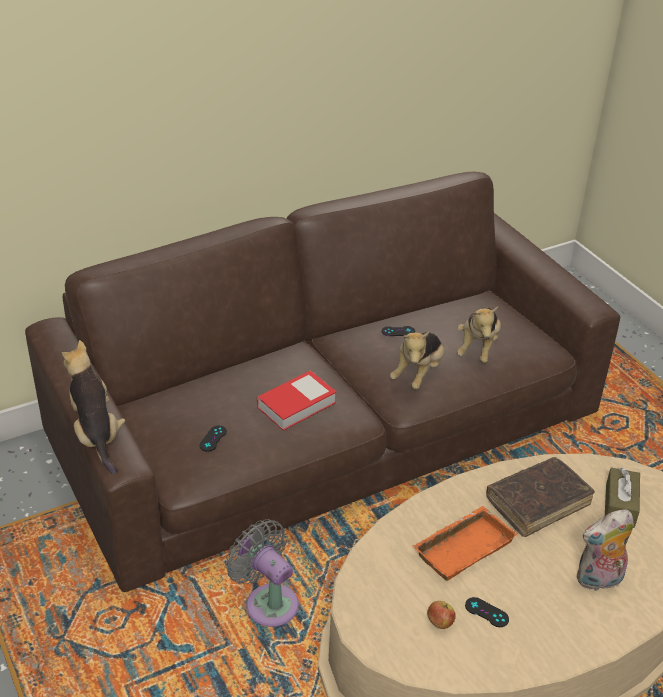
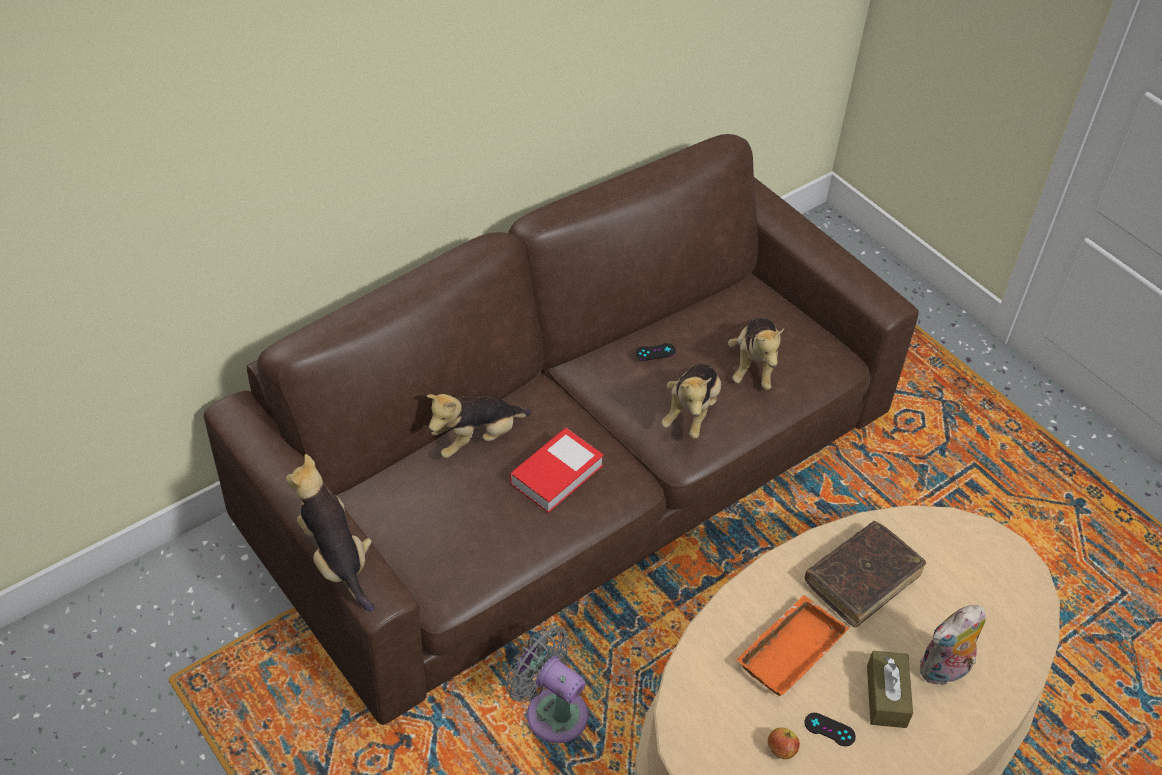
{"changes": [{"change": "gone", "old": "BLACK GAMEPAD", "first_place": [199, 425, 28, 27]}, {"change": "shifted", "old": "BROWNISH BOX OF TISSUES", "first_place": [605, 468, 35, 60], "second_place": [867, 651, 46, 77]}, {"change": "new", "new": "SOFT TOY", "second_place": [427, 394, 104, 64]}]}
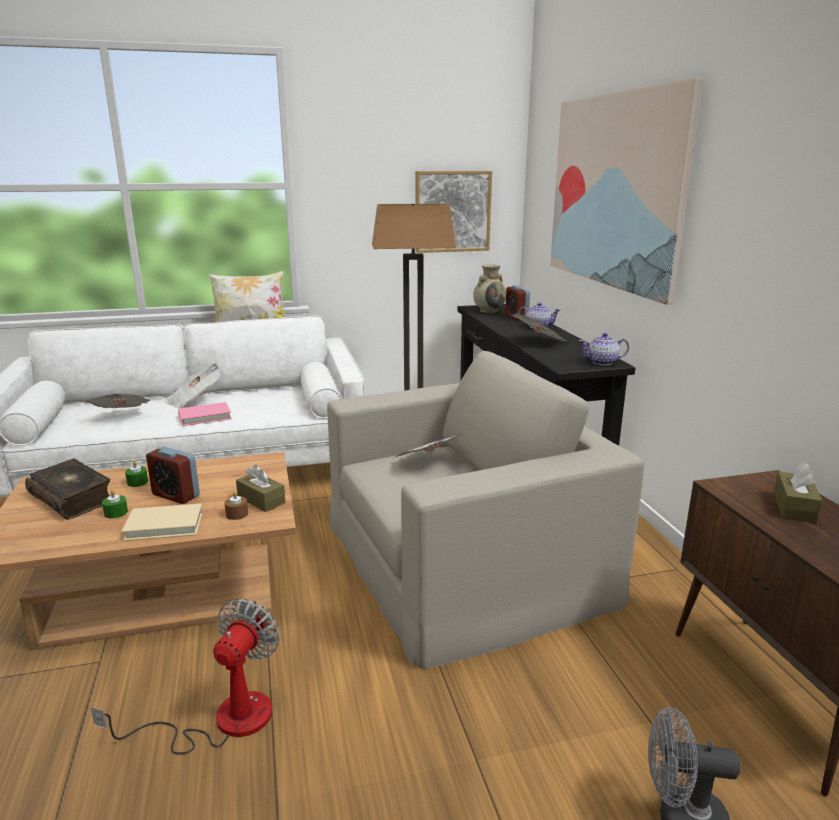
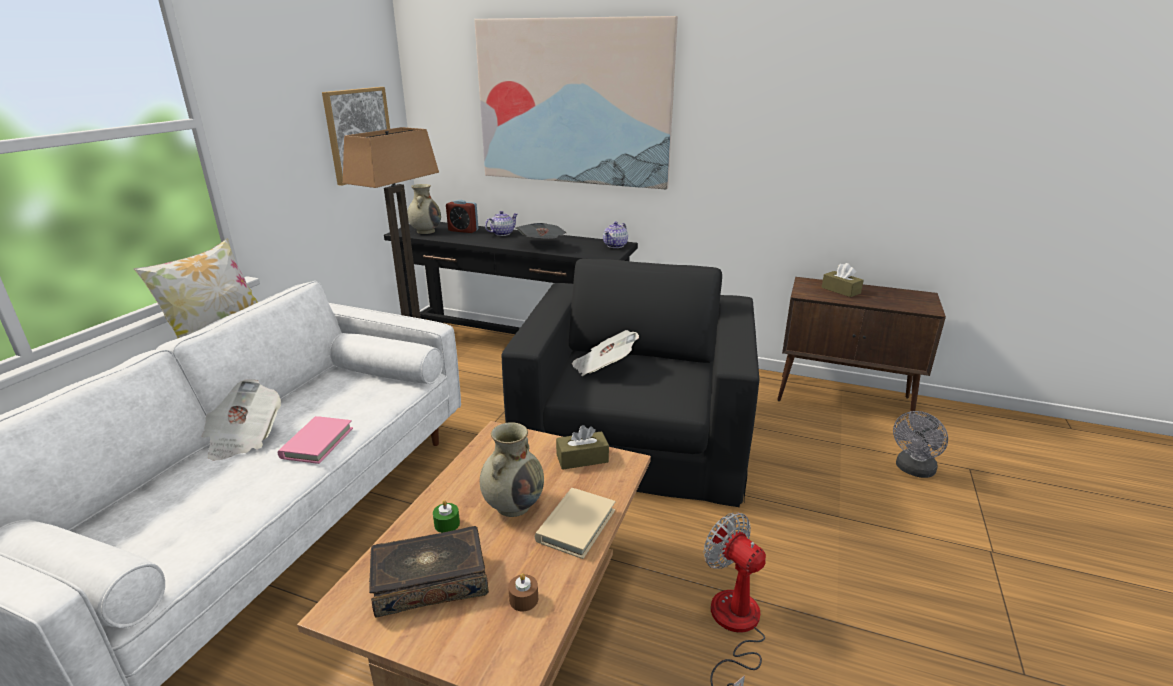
{"changes": [{"change": "gone", "old": "PRINTED PAPER", "first_place": [86, 394, 64, 14]}, {"change": "gone", "old": "GREEN-COLOURED WAX CANDLE", "first_place": [102, 490, 26, 29]}, {"change": "swapped", "old": "TABLE CLOCK", "new": "SAND-COLOURED FLOWER VASE", "first_place": [146, 447, 54, 57], "second_place": [480, 422, 64, 95]}, {"change": "shifted", "old": "BROWNISH WAX CANDLE", "first_place": [224, 491, 24, 29], "second_place": [508, 573, 30, 38]}, {"change": "repainted", "old": "SAND-COLOURED LOUNGE CHAIR", "new": "BLACK LOUNGE CHAIR", "first_place": [327, 351, 317, 319], "second_place": [502, 259, 257, 248]}]}
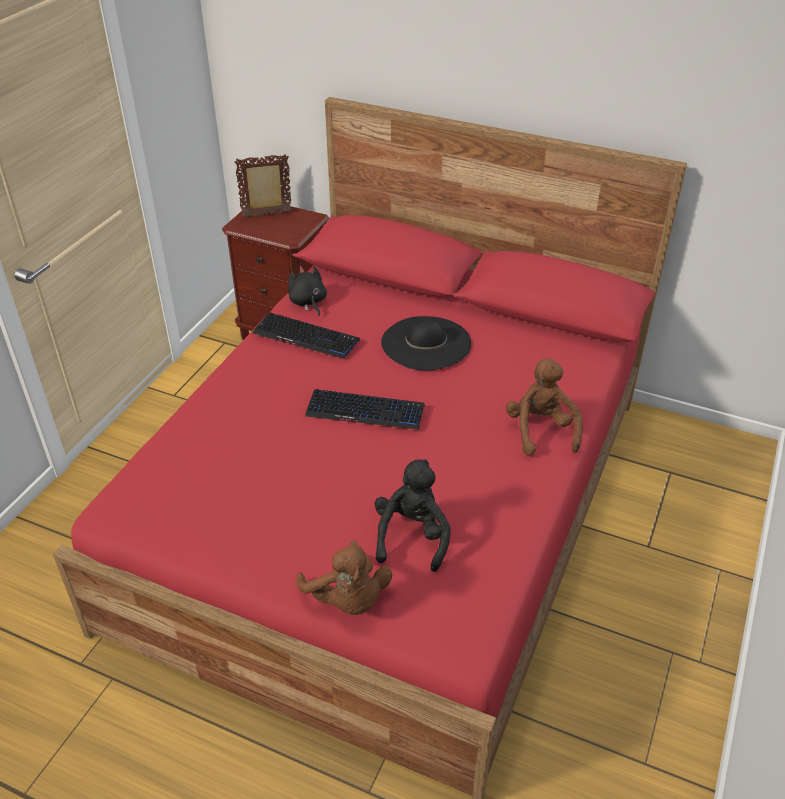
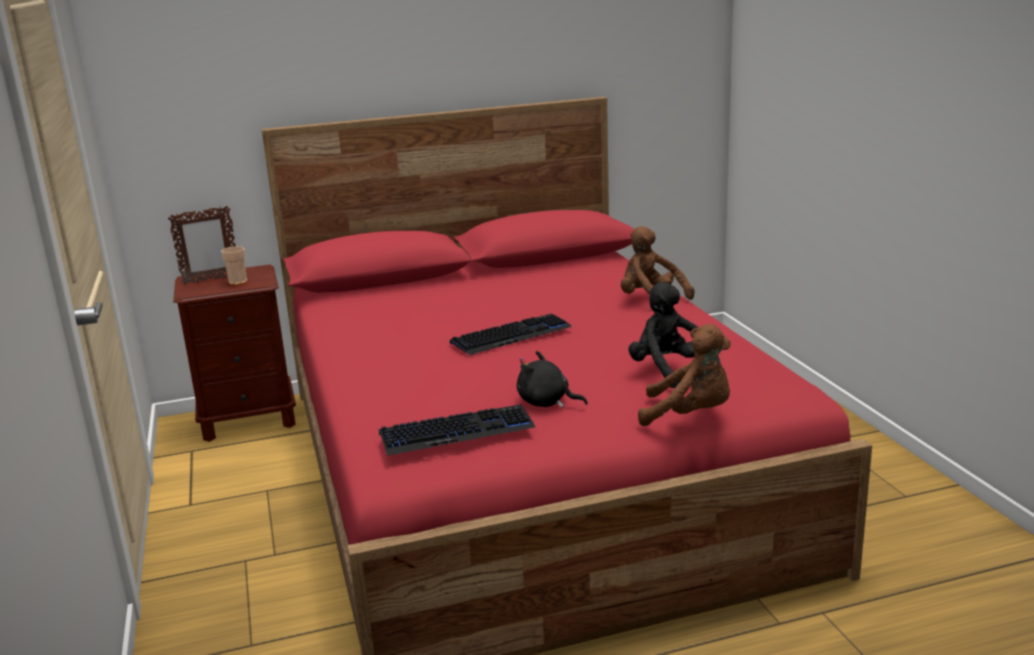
{"changes": [{"change": "rotated", "old": "PICTURE FRAME", "first_place": [234, 154, 58, 64], "second_place": [168, 206, 68, 79], "degrees": -150}, {"change": "shifted", "old": "KEYBOARD", "first_place": [253, 312, 107, 47], "second_place": [379, 404, 156, 52]}, {"change": "shifted", "old": "BLACK SOFT TOY", "first_place": [288, 266, 39, 50], "second_place": [517, 351, 71, 57]}, {"change": "gone", "old": "BLACK CLOTHING HAT", "first_place": [381, 316, 90, 55]}, {"change": "new", "new": "CUP", "second_place": [221, 246, 26, 39]}]}
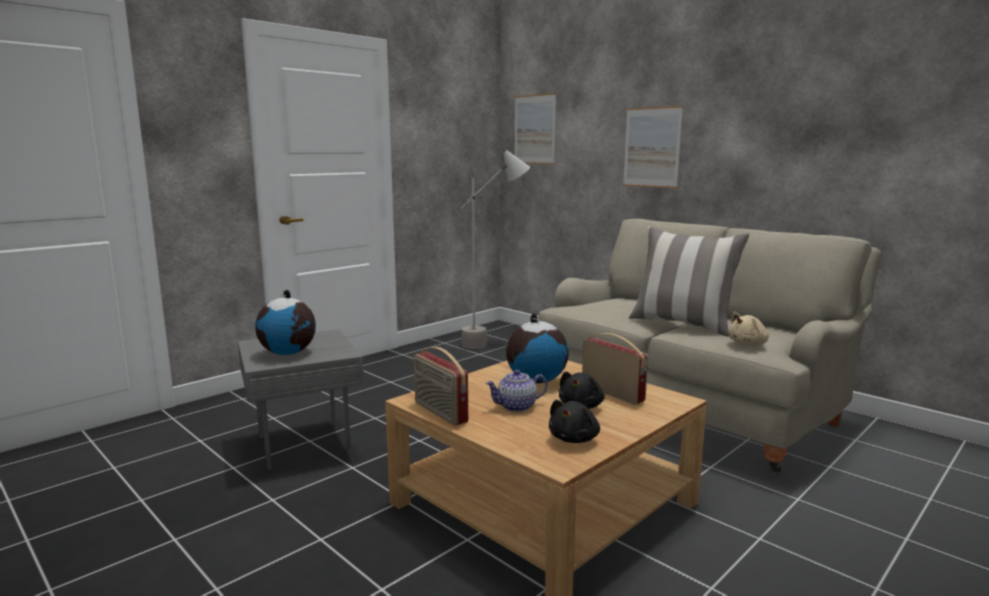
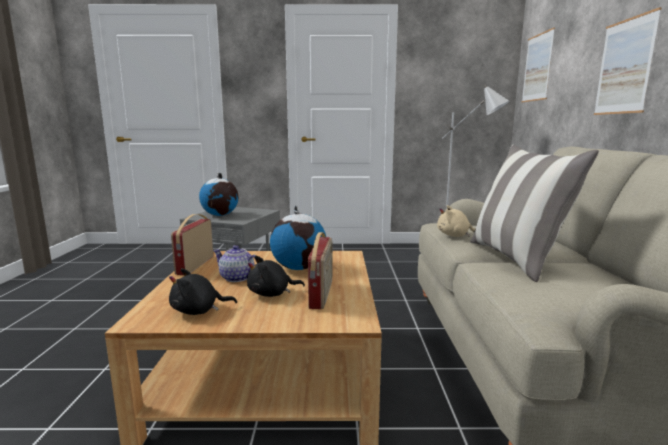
{"changes": [{"change": "shifted", "old": "SAND-COLOURED SOFT TOY", "first_place": [728, 312, 41, 34], "second_place": [437, 205, 38, 32]}]}
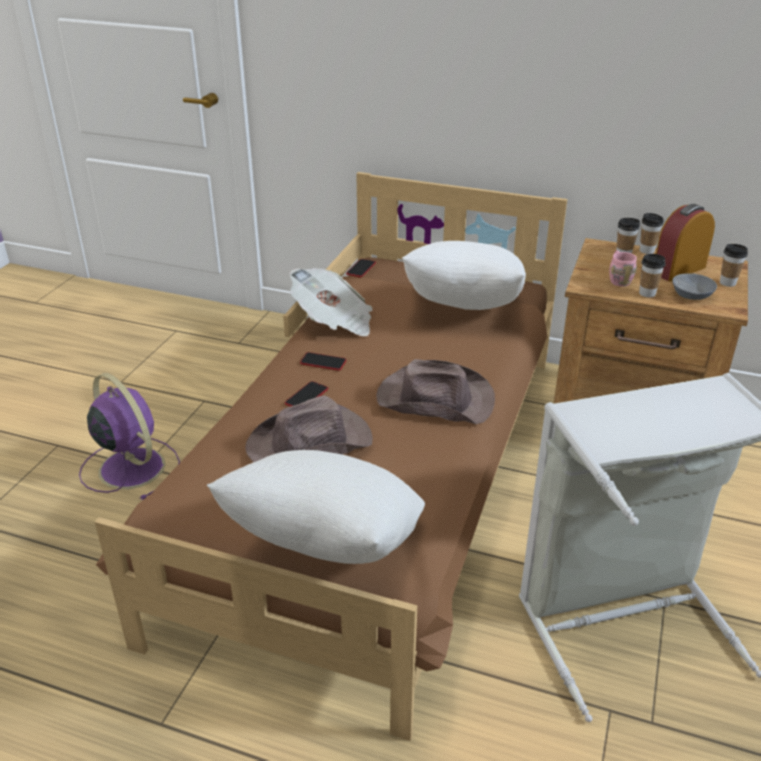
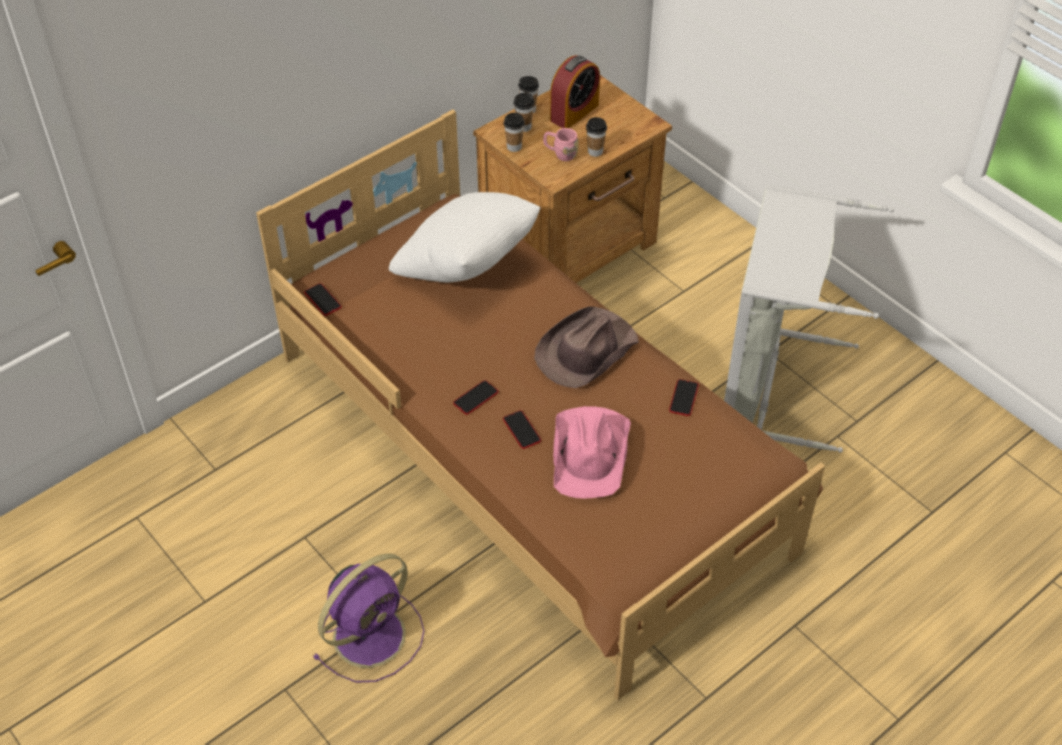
{"changes": [{"change": "rotated", "old": "PURPLISH ELECTRIC FAN", "first_place": [79, 373, 101, 127], "second_place": [313, 553, 111, 130], "degrees": 150}, {"change": "gone", "old": "WHITE CUSHION", "first_place": [207, 450, 218, 114]}, {"change": "repainted", "old": "BROWNISH CLOTHING HAT", "new": "PINK-COLOURED CLOTHING HAT", "first_place": [245, 395, 128, 67], "second_place": [553, 406, 78, 93]}, {"change": "gone", "old": "PRINTED PAPER", "first_place": [290, 268, 83, 69]}, {"change": "rotated", "old": "TABLE CLOCK", "first_place": [656, 204, 59, 78], "second_place": [550, 55, 50, 73], "degrees": -135}, {"change": "gone", "old": "GREY BOWL", "first_place": [673, 273, 44, 27]}, {"change": "shifted", "old": "CUP", "first_place": [720, 244, 28, 43], "second_place": [503, 113, 22, 39]}, {"change": "new", "new": "TELEPHONE", "second_place": [669, 379, 30, 37]}]}
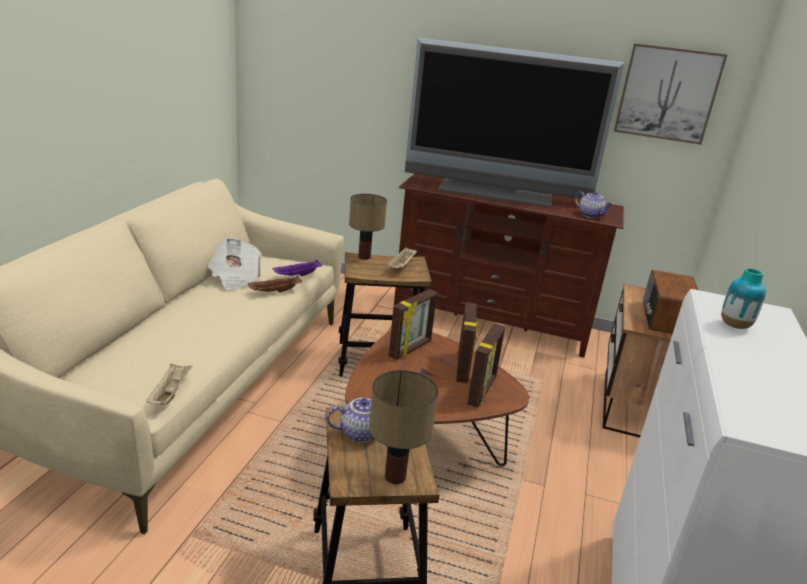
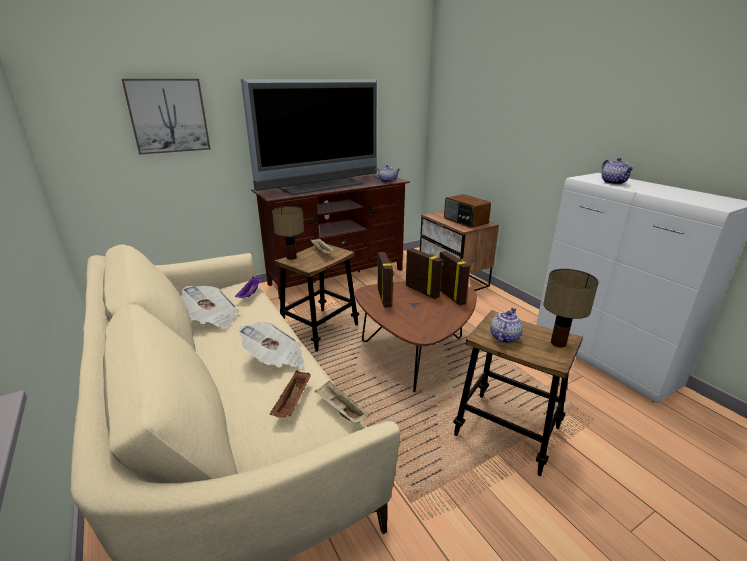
{"changes": [{"change": "shifted", "old": "BROWNISH SERVING TRAY", "first_place": [248, 276, 54, 17], "second_place": [270, 370, 41, 47]}, {"change": "shifted", "old": "PICTURE", "first_place": [614, 43, 113, 102], "second_place": [122, 79, 88, 76]}, {"change": "swapped", "old": "FLOWER VASE", "new": "TEA POT", "first_place": [721, 268, 45, 61], "second_place": [602, 158, 32, 27]}, {"change": "new", "new": "PRINTED PAPER", "second_place": [239, 322, 65, 46]}]}
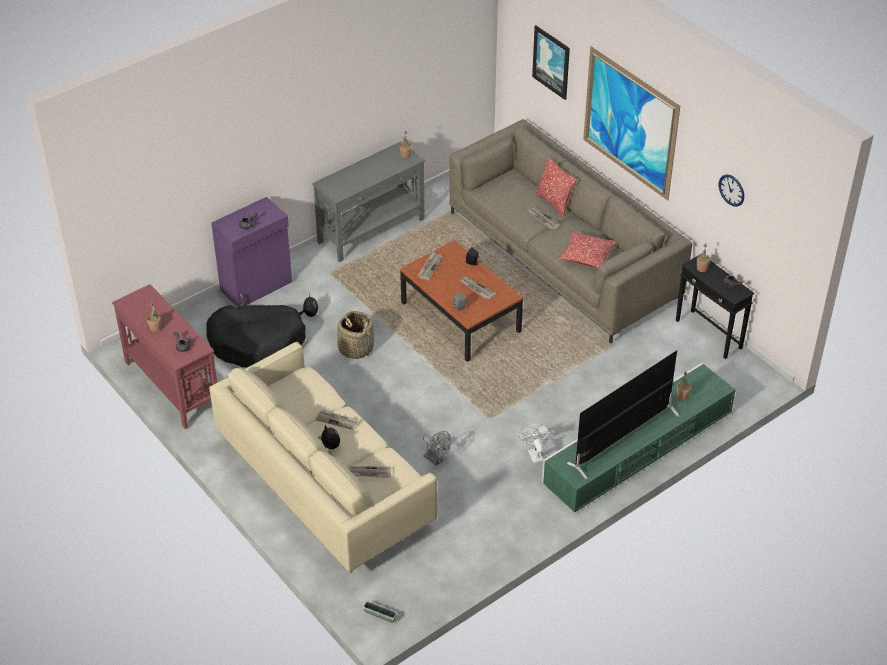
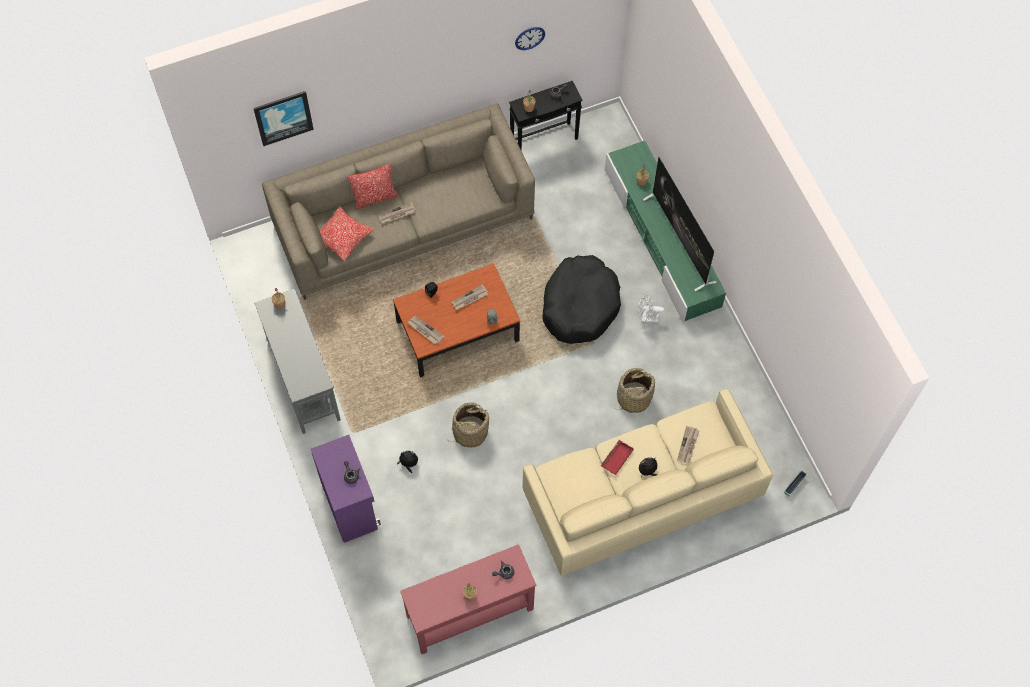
{"changes": [{"change": "shifted", "old": "BLACK DOG CUSHION", "first_place": [206, 305, 100, 62], "second_place": [542, 255, 79, 89]}, {"change": "swapped", "old": "PRINTED PAPER", "new": "RED SERVING TRAY", "first_place": [315, 409, 44, 21], "second_place": [601, 440, 33, 35]}, {"change": "swapped", "old": "GREY ELECTRIC FAN", "new": "STORAGE BASKET", "first_place": [423, 431, 27, 35], "second_place": [615, 368, 40, 45]}, {"change": "shifted", "old": "CUSHION", "first_place": [559, 231, 58, 37], "second_place": [320, 206, 54, 56]}, {"change": "gone", "old": "PICTURE", "first_place": [583, 46, 97, 155]}]}
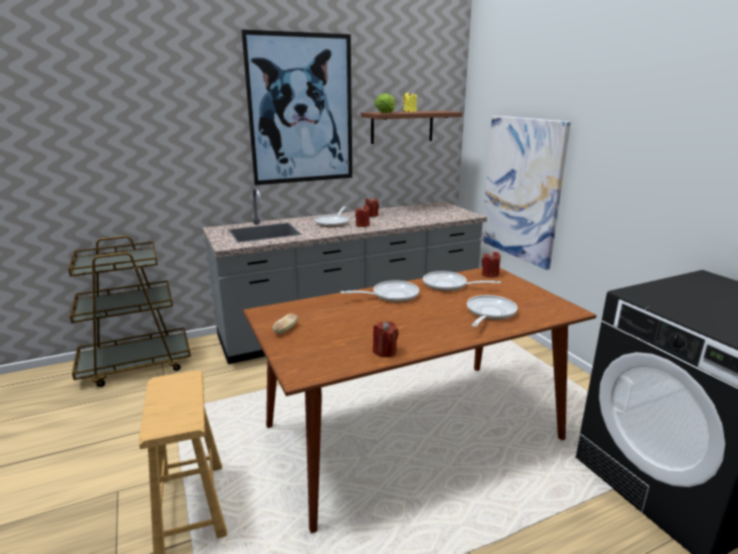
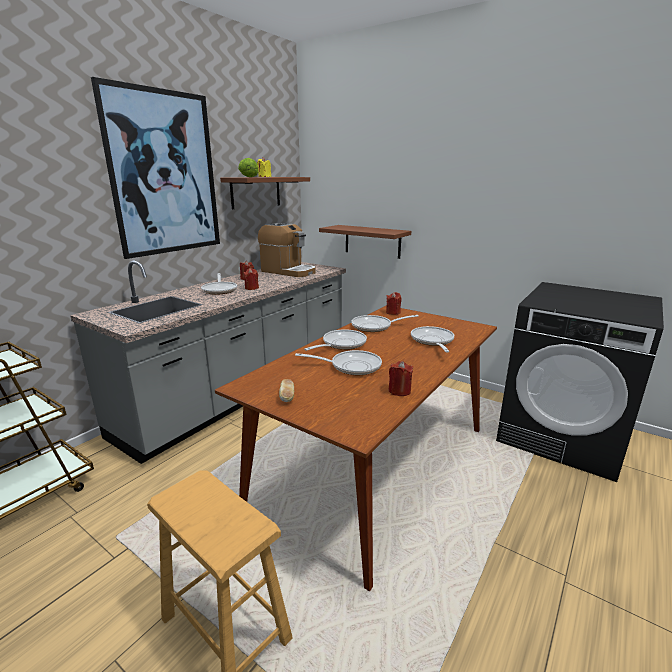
{"changes": [{"change": "swapped", "old": "PICTURE", "new": "BROWNISH BRACKET SHELF", "first_place": [481, 116, 90, 154], "second_place": [319, 225, 92, 34]}, {"change": "new", "new": "COFFEE BREWER", "second_place": [258, 223, 58, 54]}, {"change": "new", "new": "SKILLET", "second_place": [295, 350, 87, 25]}]}
